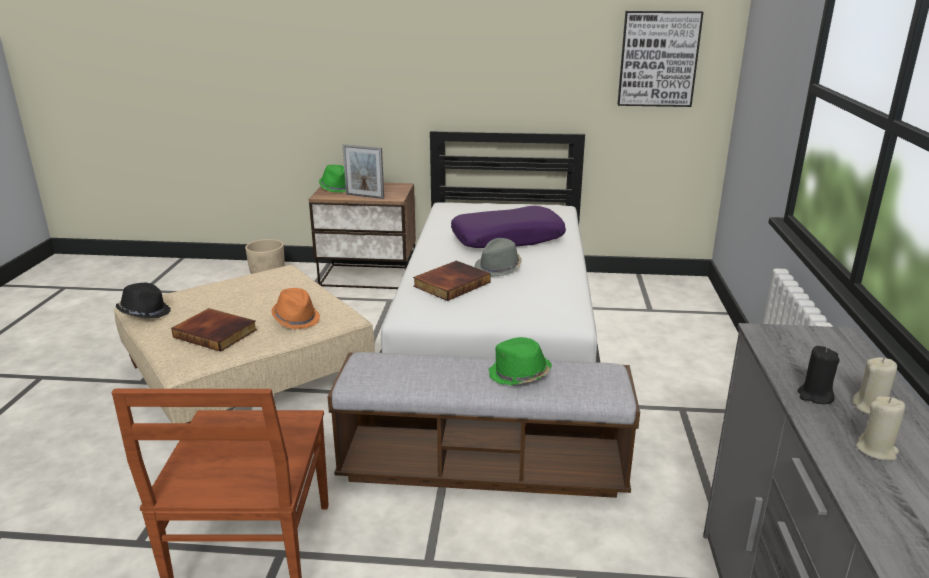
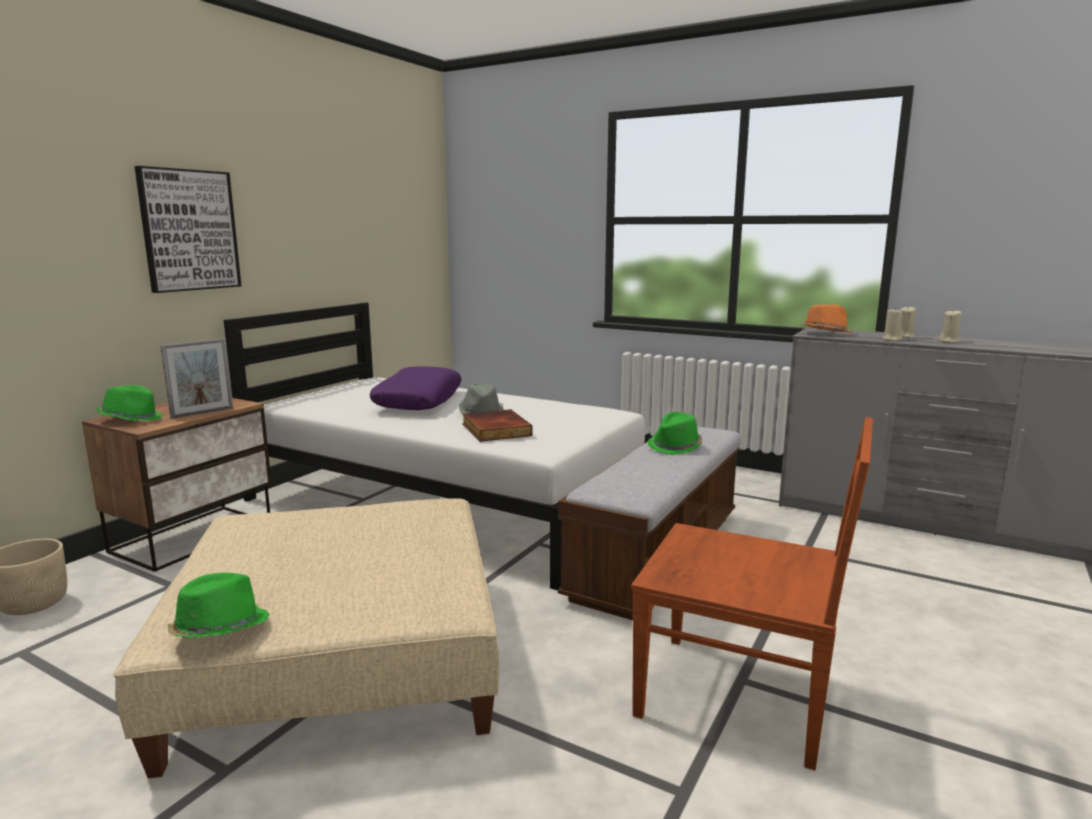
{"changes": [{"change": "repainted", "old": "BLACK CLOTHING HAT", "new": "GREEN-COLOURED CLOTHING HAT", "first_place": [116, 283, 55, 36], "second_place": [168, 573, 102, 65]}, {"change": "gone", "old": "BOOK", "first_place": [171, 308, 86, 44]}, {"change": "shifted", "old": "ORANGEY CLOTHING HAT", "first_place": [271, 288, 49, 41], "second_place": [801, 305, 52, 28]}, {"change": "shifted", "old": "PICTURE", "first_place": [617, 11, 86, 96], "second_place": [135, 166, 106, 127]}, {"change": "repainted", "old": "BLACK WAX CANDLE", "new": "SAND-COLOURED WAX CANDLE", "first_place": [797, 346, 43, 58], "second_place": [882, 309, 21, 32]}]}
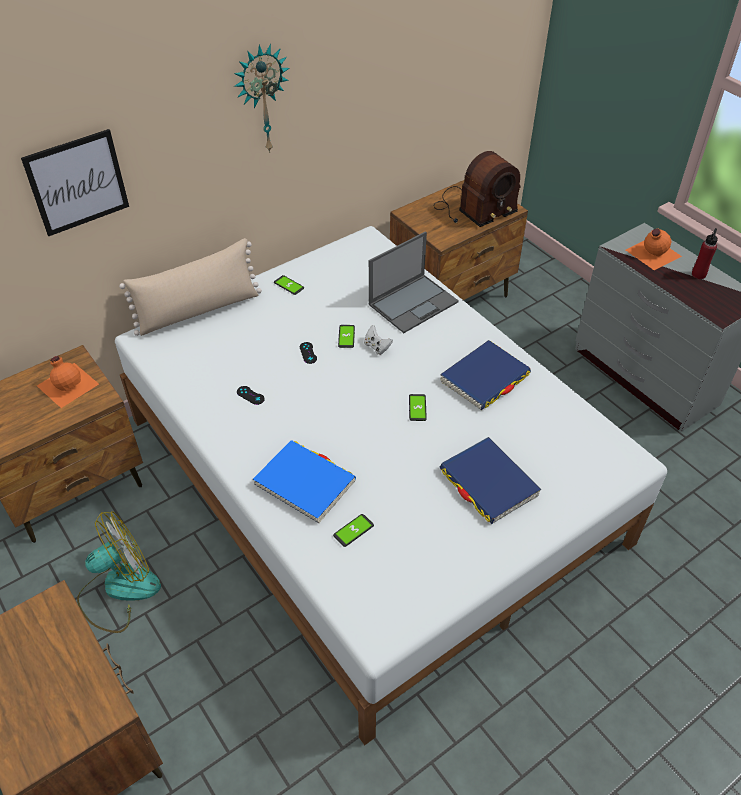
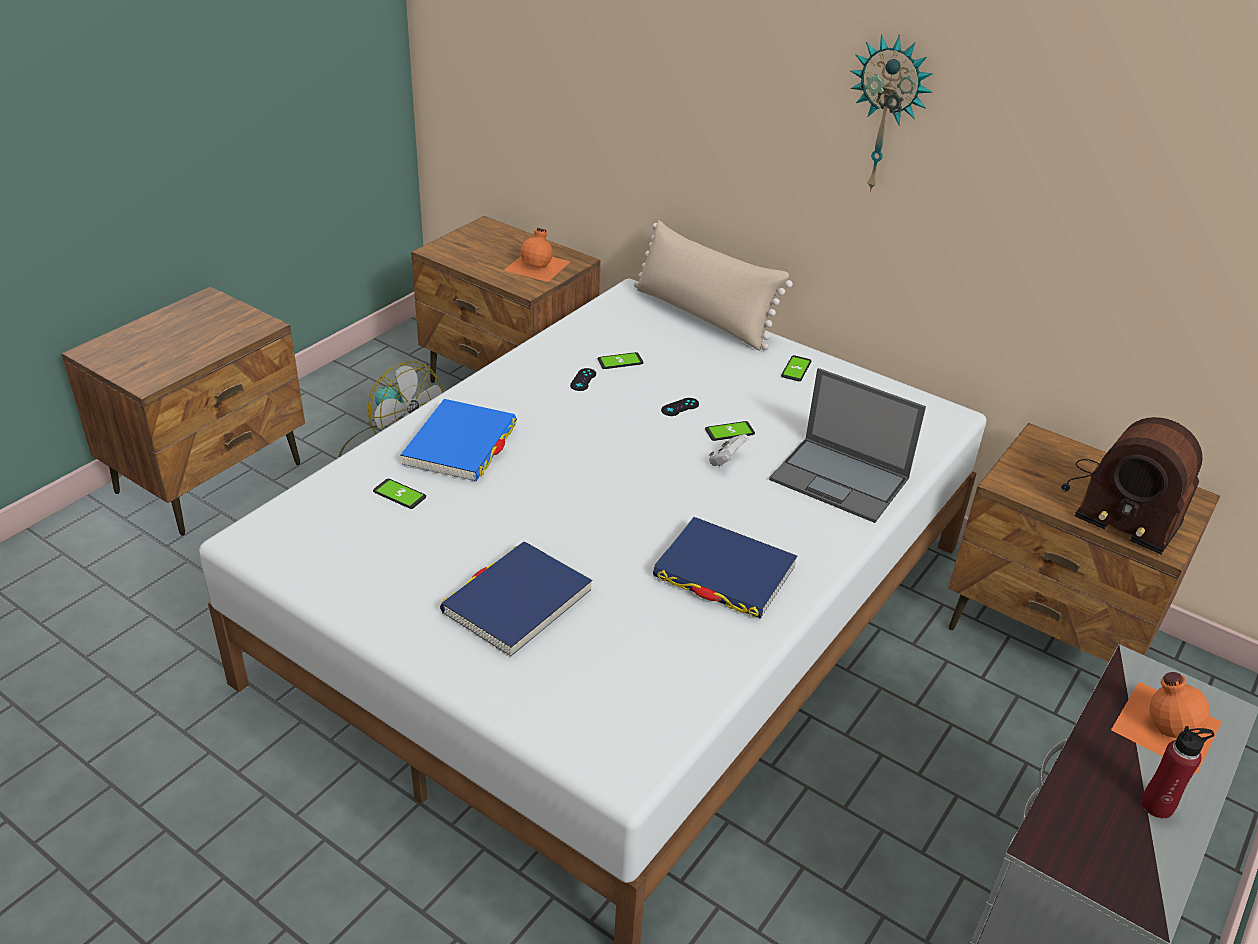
{"changes": [{"change": "gone", "old": "PICTURE", "first_place": [21, 129, 108, 107]}, {"change": "shifted", "old": "TELEPHONE", "first_place": [409, 394, 18, 27], "second_place": [598, 352, 46, 17]}]}
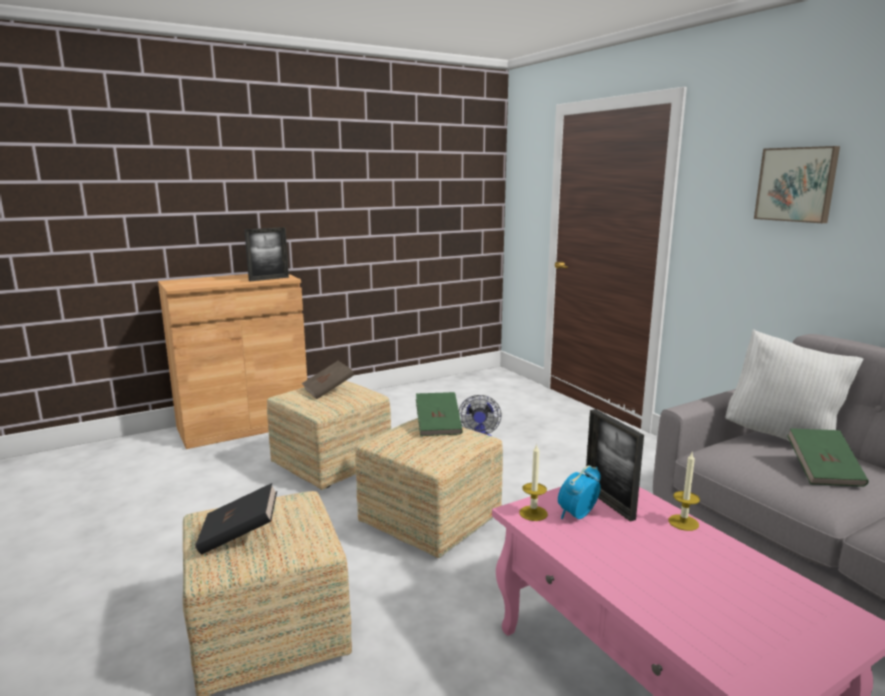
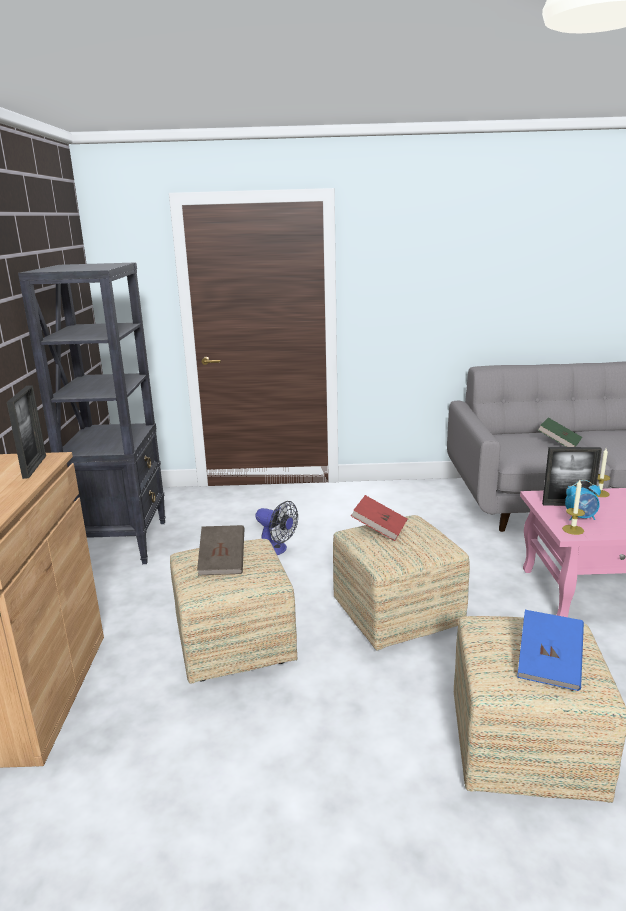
{"changes": [{"change": "repainted", "old": "BLACK BOOK", "new": "BLUISH BOOK", "first_place": [195, 483, 82, 71], "second_place": [517, 610, 67, 81]}, {"change": "repainted", "old": "GREEN-COLOURED BOOK", "new": "RED BOOK", "first_place": [416, 392, 47, 44], "second_place": [351, 495, 56, 46]}, {"change": "rotated", "old": "TABLE CLOCK", "first_place": [558, 466, 43, 53], "second_place": [565, 480, 36, 41], "degrees": -75}, {"change": "gone", "old": "WHITE CUSHION", "first_place": [726, 329, 138, 112]}, {"change": "gone", "old": "PICTURE", "first_place": [754, 146, 86, 77]}, {"change": "new", "new": "BLACK BOOKCASE", "second_place": [18, 262, 148, 302]}]}
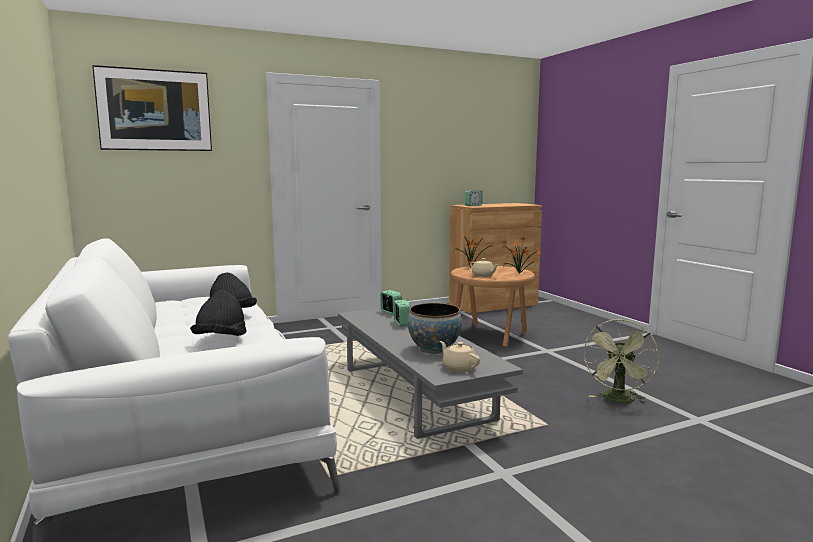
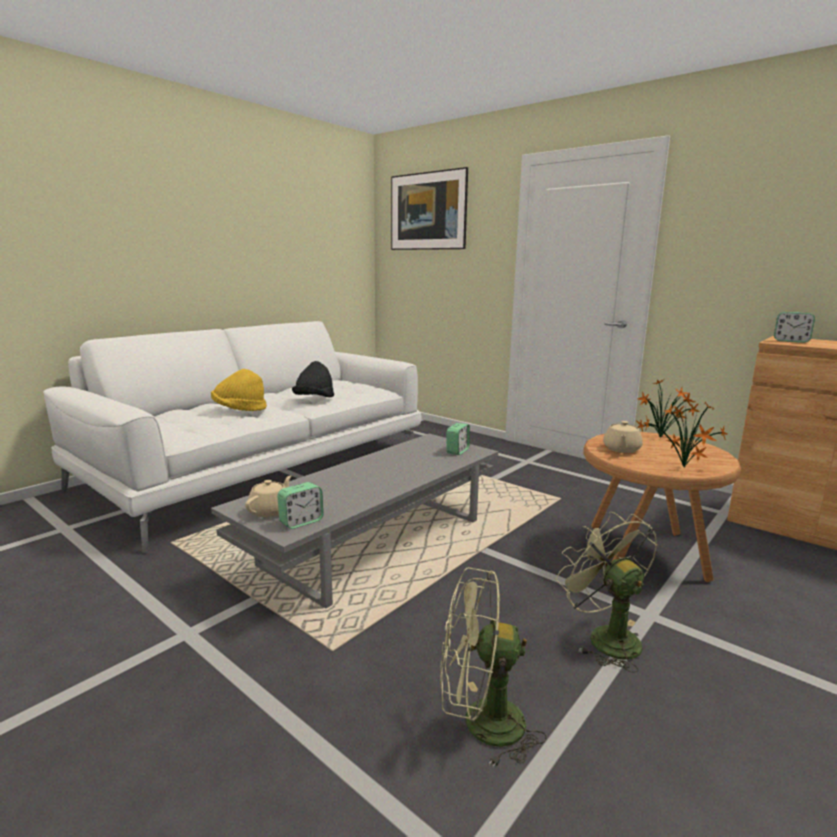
{"changes": [{"change": "repainted", "old": "BLACK CLOTHING HAT", "new": "YELLOW-COLOURED CLOTHING HAT", "first_place": [190, 290, 56, 46], "second_place": [211, 369, 56, 42]}, {"change": "shifted", "old": "TABLE CLOCK", "first_place": [394, 300, 16, 27], "second_place": [277, 482, 47, 47]}, {"change": "gone", "old": "BOWL", "first_place": [408, 303, 54, 51]}, {"change": "new", "new": "GREEN-COLOURED ELECTRIC FAN", "second_place": [556, 512, 101, 161]}]}
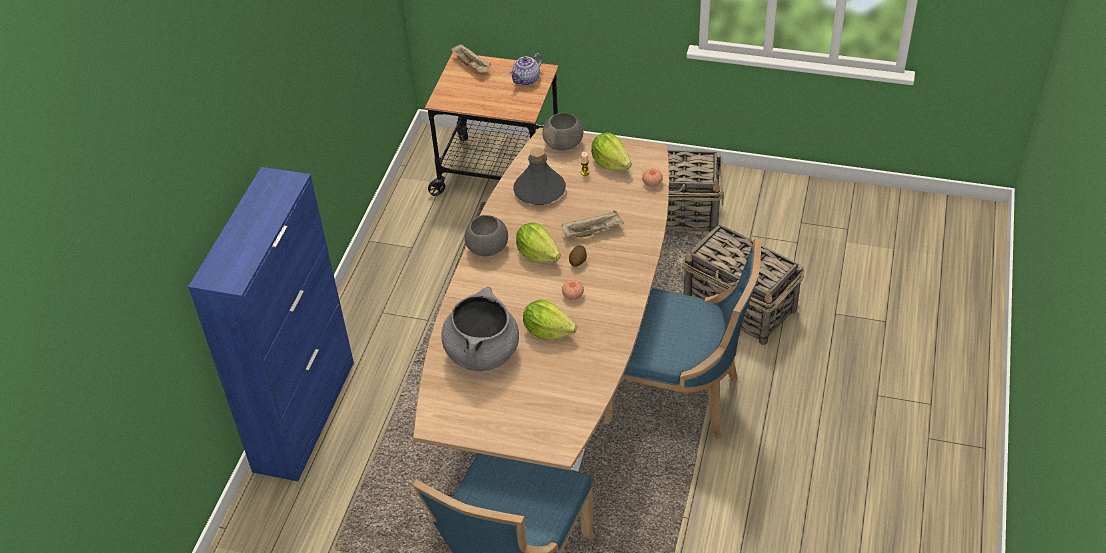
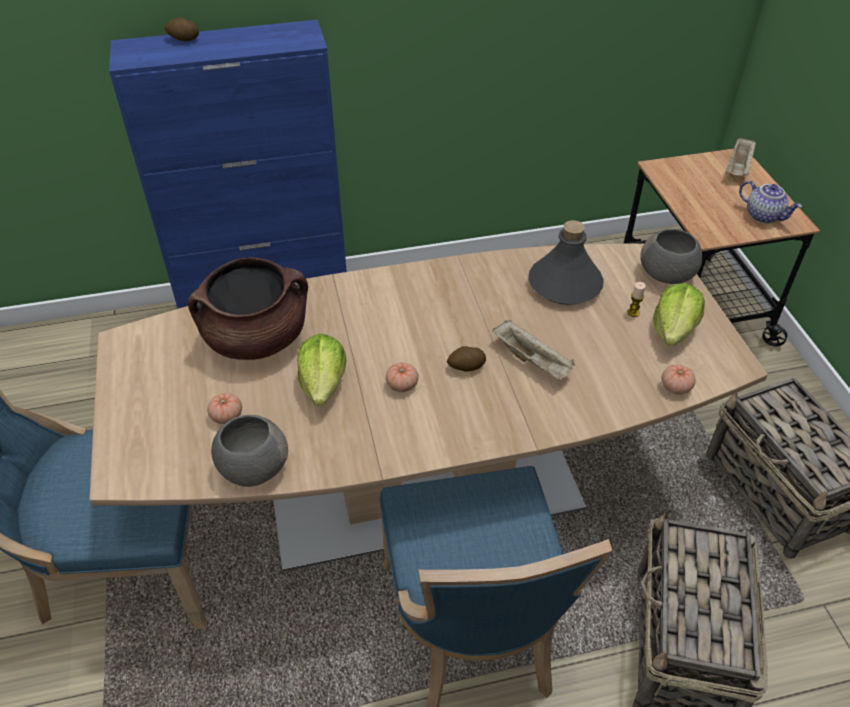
{"changes": [{"change": "repainted", "old": "GREY COOKING POT", "new": "BROWNISH COOKING POT", "first_place": [442, 287, 77, 84], "second_place": [188, 257, 120, 103]}, {"change": "shifted", "old": "GREY BOWL", "first_place": [464, 215, 44, 41], "second_place": [211, 415, 77, 72]}, {"change": "rotated", "old": "TEA POT", "first_place": [509, 53, 33, 32], "second_place": [739, 181, 63, 42], "degrees": -150}, {"change": "gone", "old": "HEAD OF LETTUCE", "first_place": [516, 223, 45, 40]}, {"change": "new", "new": "POTATO", "second_place": [165, 17, 34, 24]}, {"change": "new", "new": "FRESH TOMATO", "second_place": [207, 393, 35, 31]}]}
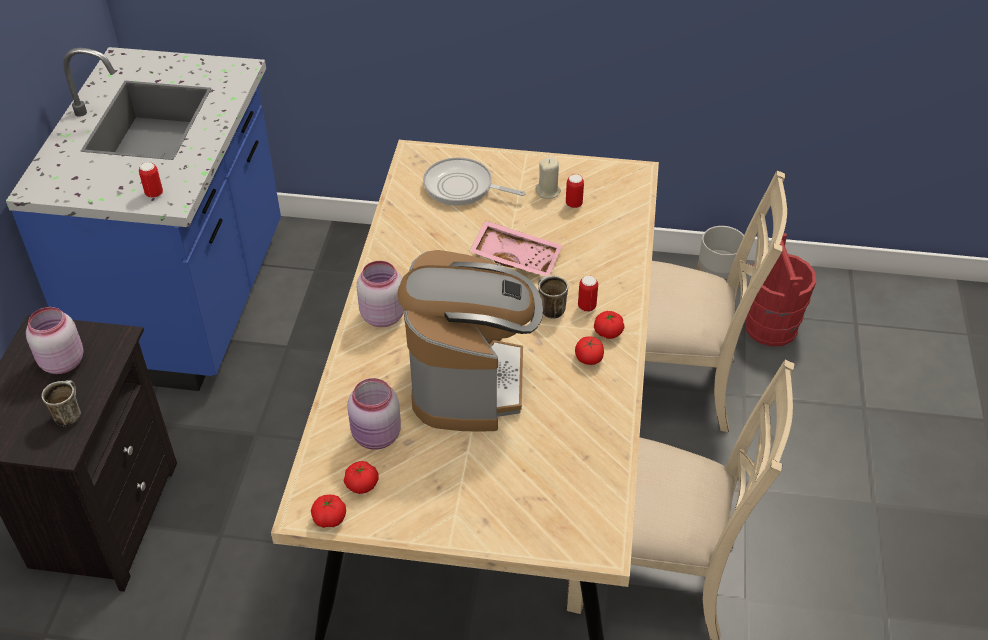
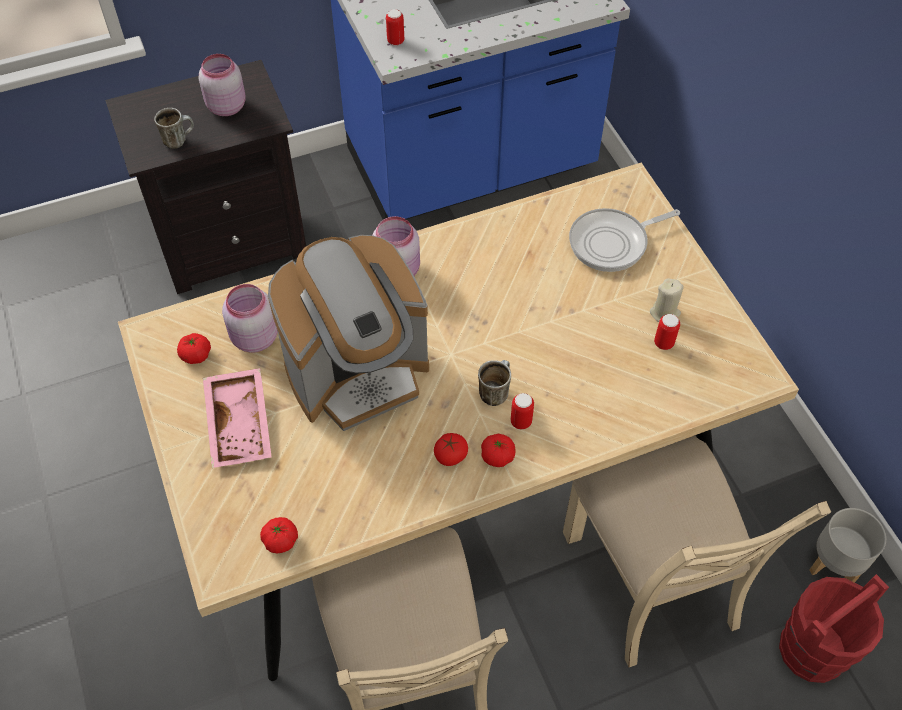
{"changes": [{"change": "shifted", "old": "FRESH TOMATO", "first_place": [311, 495, 35, 33], "second_place": [260, 517, 38, 36]}, {"change": "rotated", "old": "SKILLET", "first_place": [423, 157, 103, 49], "second_place": [569, 208, 111, 64], "degrees": -105}, {"change": "shifted", "old": "PINK-COLOURED SERVING TRAY", "first_place": [469, 220, 93, 57], "second_place": [203, 368, 69, 100]}]}
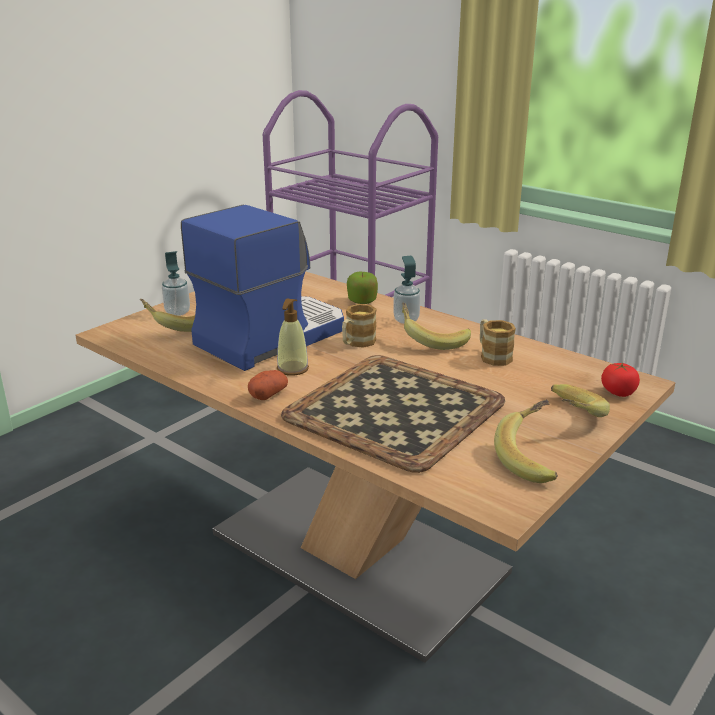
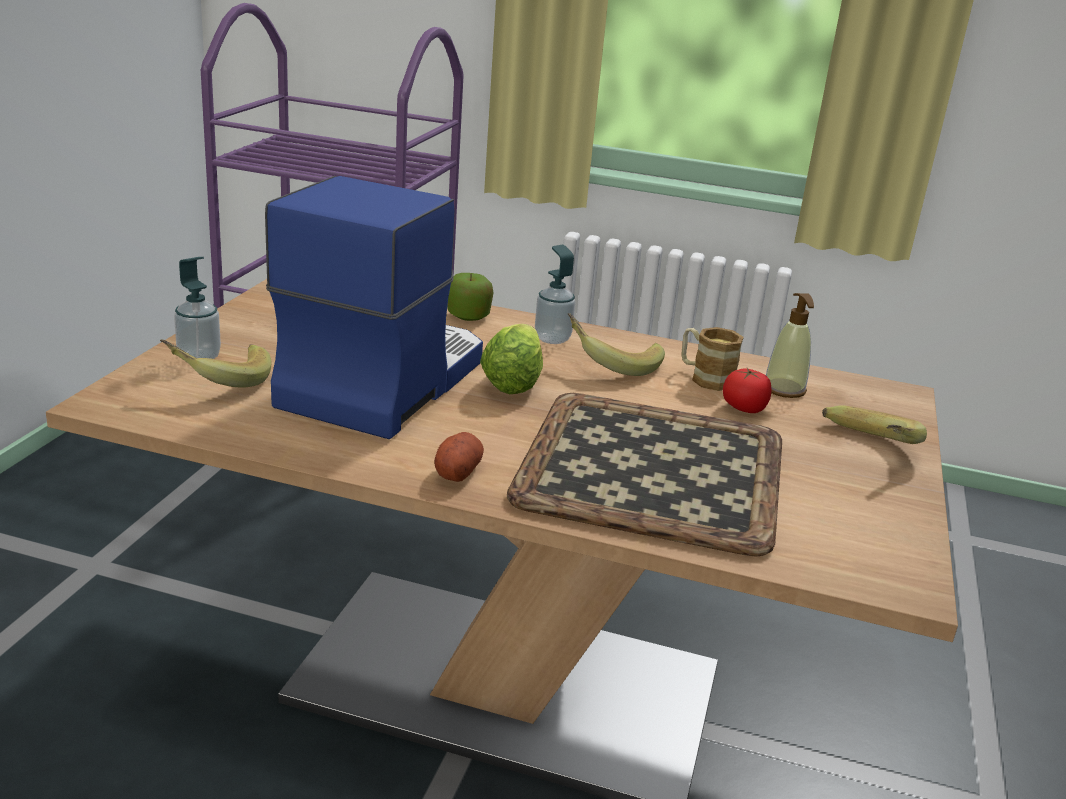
{"changes": [{"change": "shifted", "old": "SOAP DISPENSER", "first_place": [277, 299, 32, 77], "second_place": [766, 293, 48, 105]}, {"change": "swapped", "old": "MUG", "new": "HEAD OF LETTUCE", "first_place": [342, 304, 35, 44], "second_place": [480, 324, 63, 70]}, {"change": "gone", "old": "BANANA FRUIT", "first_place": [494, 399, 64, 84]}, {"change": "shifted", "old": "FRESH TOMATO", "first_place": [601, 362, 39, 35], "second_place": [723, 368, 48, 45]}]}
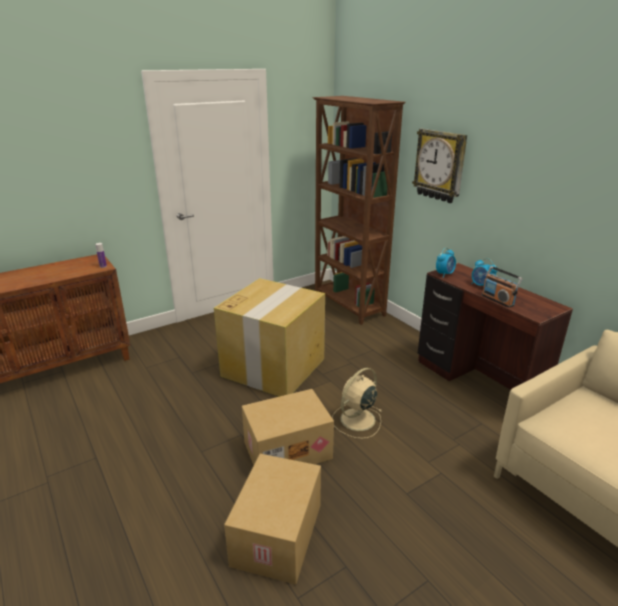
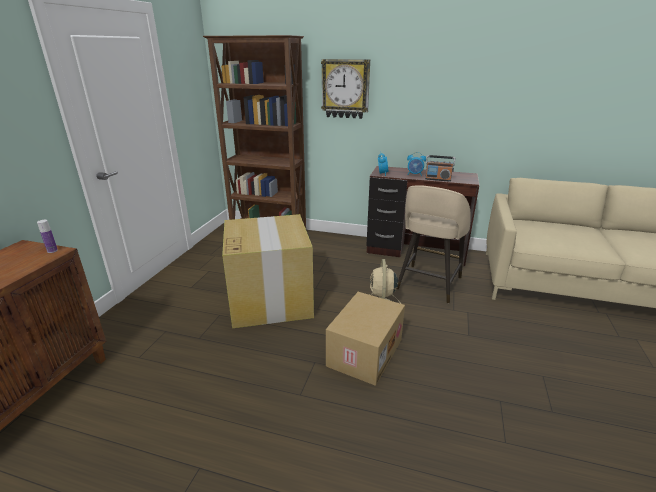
{"changes": [{"change": "gone", "old": "CARTON", "first_place": [224, 454, 97, 131]}, {"change": "new", "new": "SAND-COLOURED SITTING STOOL", "second_place": [397, 185, 74, 118]}]}
